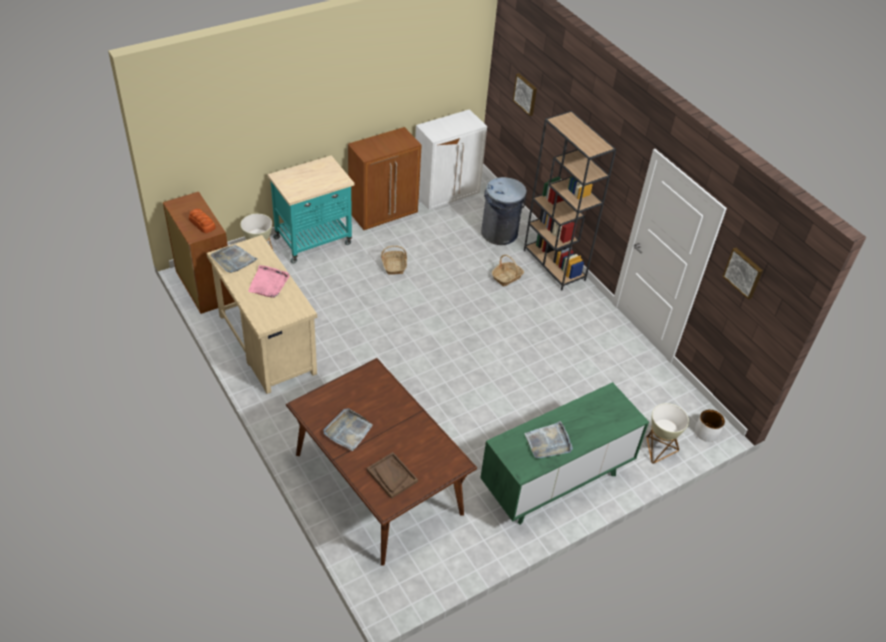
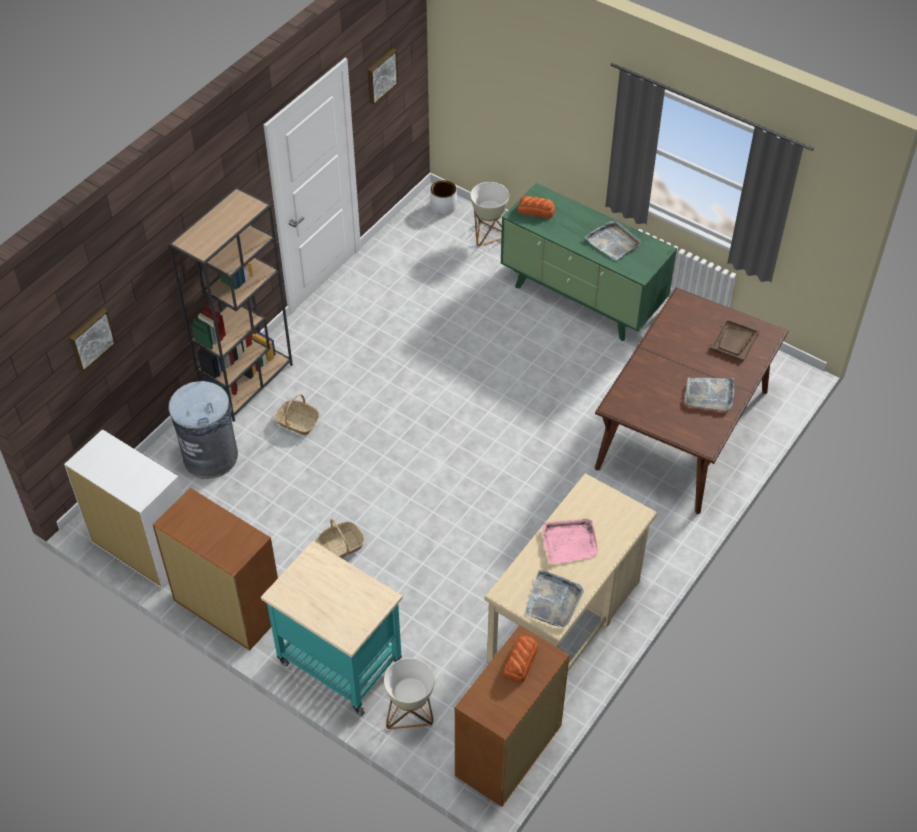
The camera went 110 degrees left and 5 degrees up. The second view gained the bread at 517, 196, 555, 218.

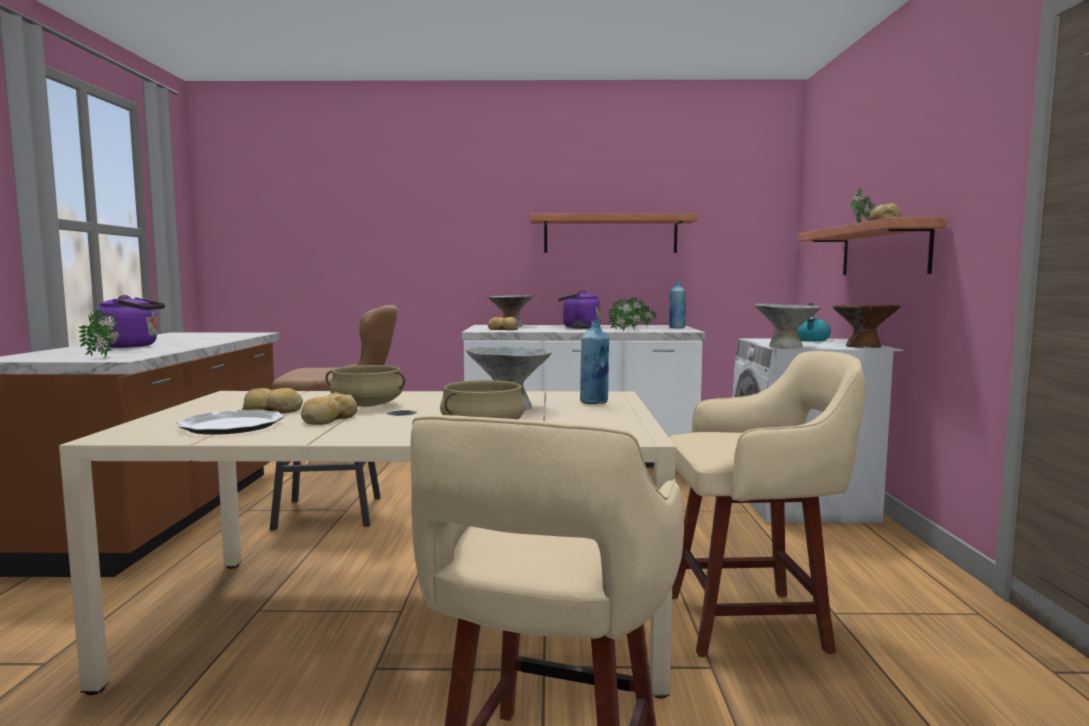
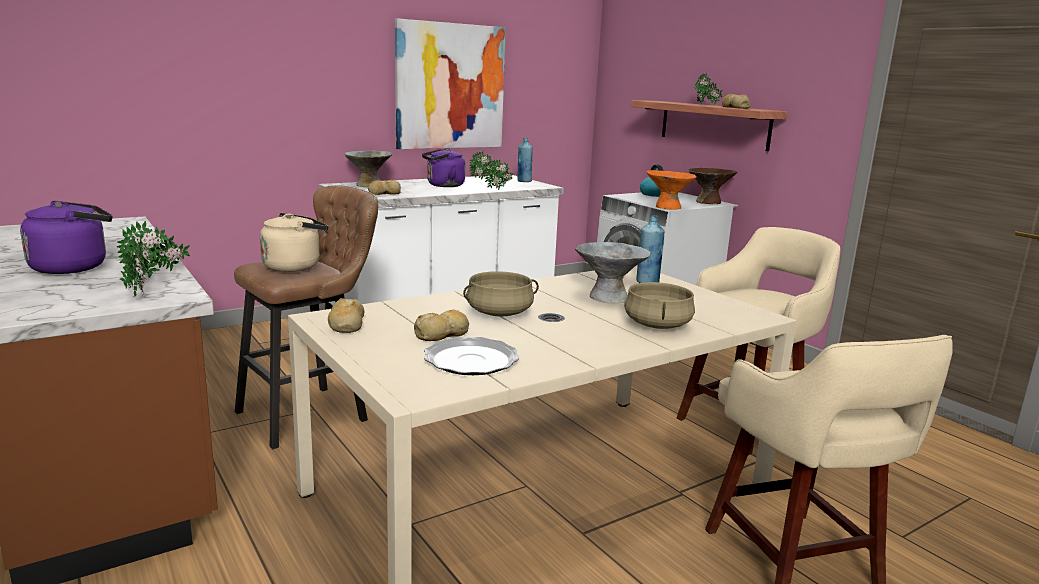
The camera went 35 degrees left and 10 degrees up. Where the shelf hung at 530, 214, 698, 253, the picture came to hang at 395, 18, 506, 149. What was the grey bowl at 755, 303, 821, 349 turned into the orange bowl at 646, 170, 696, 210. The bread ended up elsewhere, having gone from 301, 392, 357, 425 to 328, 298, 364, 333. The second view gained the beige kettle at 260, 213, 328, 272. The second view gained the potted plant at 117, 221, 190, 278.

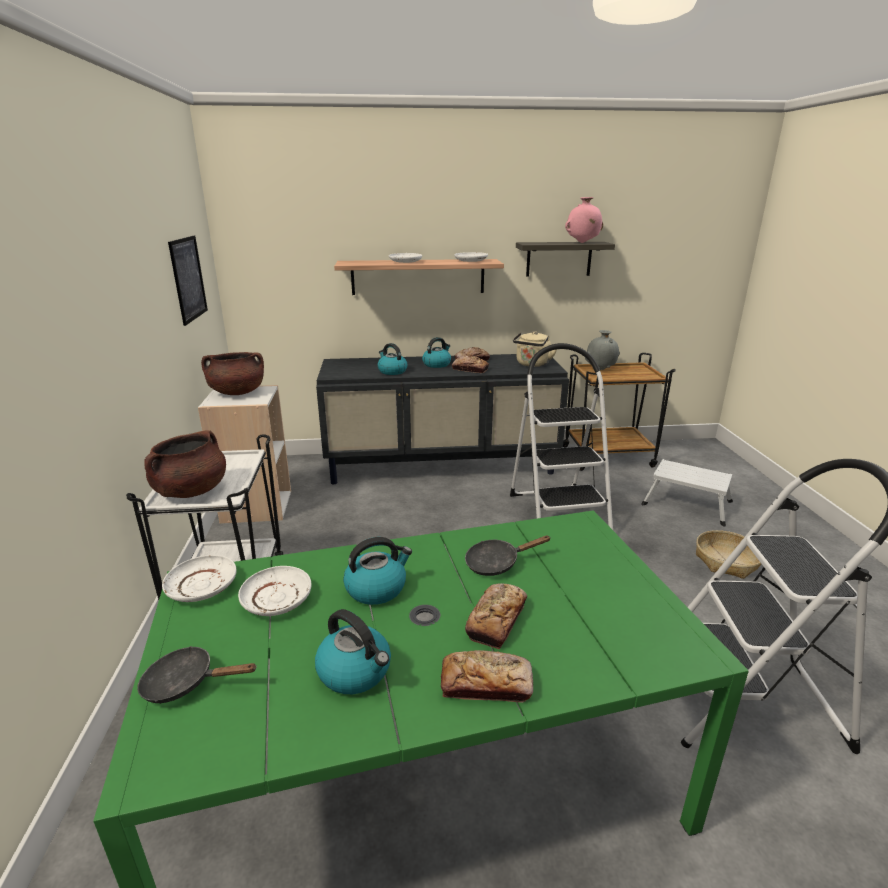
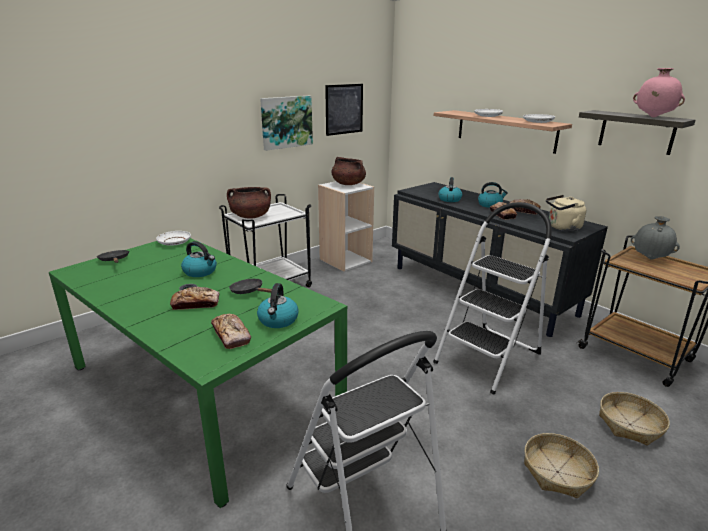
The camera went 55 degrees right and 0 degrees up. Where the white step ladder stood at 641, 459, 733, 527, the basket came to stand at 599, 392, 670, 446. The second view lost the white plate at 238, 566, 312, 616. The kettle ended up elsewhere, having gone from 315, 609, 391, 694 to 257, 283, 299, 328. The bread ended up elsewhere, having gone from 441, 650, 533, 703 to 211, 314, 251, 349. The second view gained the picture at 260, 96, 313, 151.

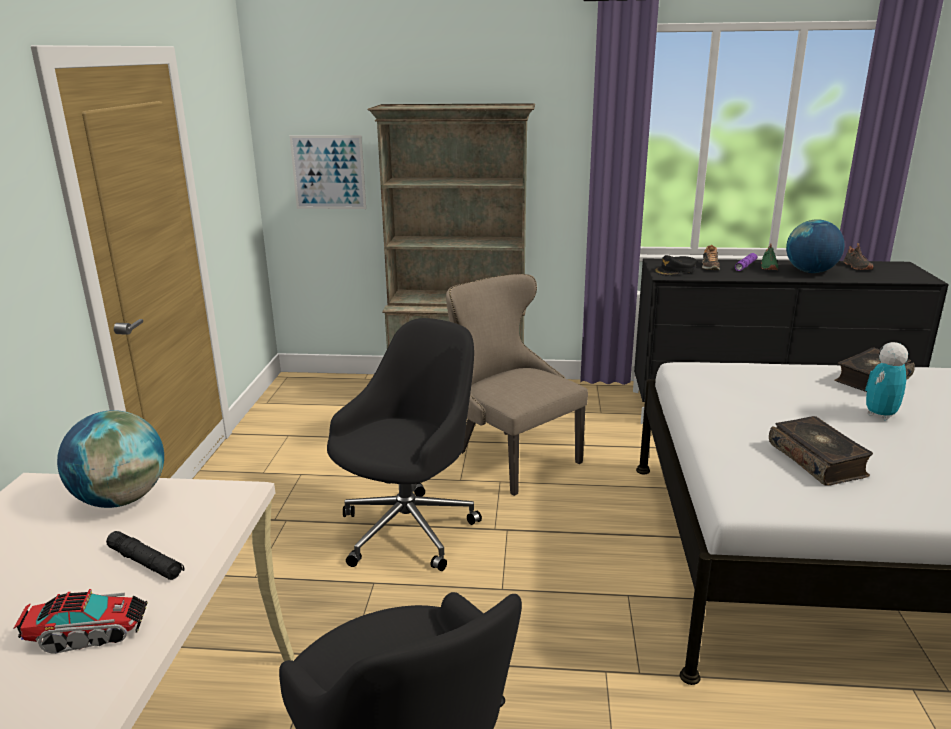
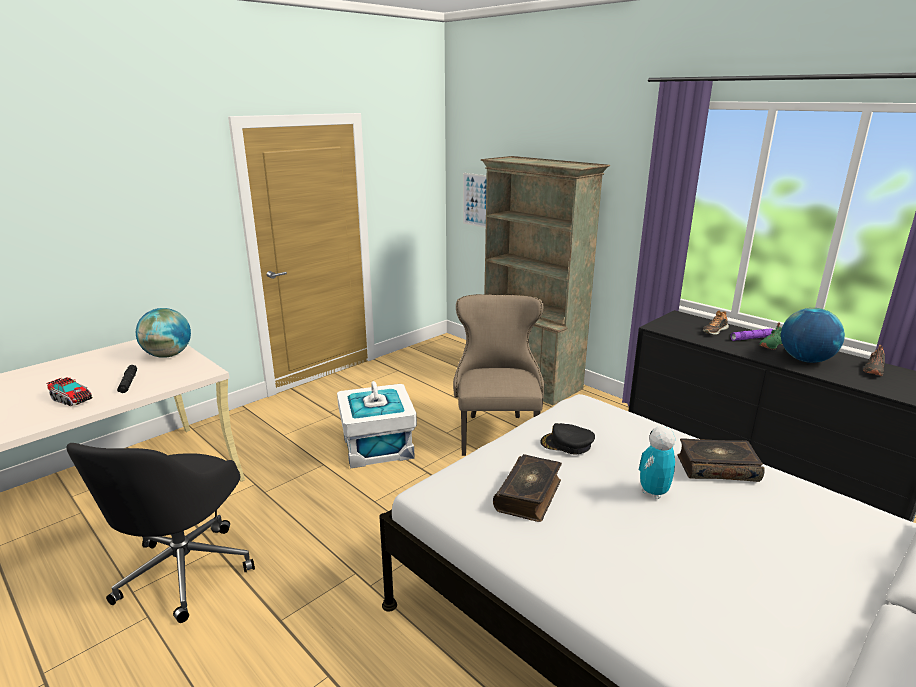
The camera went 40 degrees right and 0 degrees up. The black cap ended up elsewhere, having gone from 654, 255, 697, 275 to 540, 423, 595, 454. Where the black office chair stood at 327, 318, 482, 571, the white storage box came to stand at 337, 381, 417, 469. The toy robot at 865, 342, 908, 420 ended up facing another way, 45 degrees counterclockwise from before.

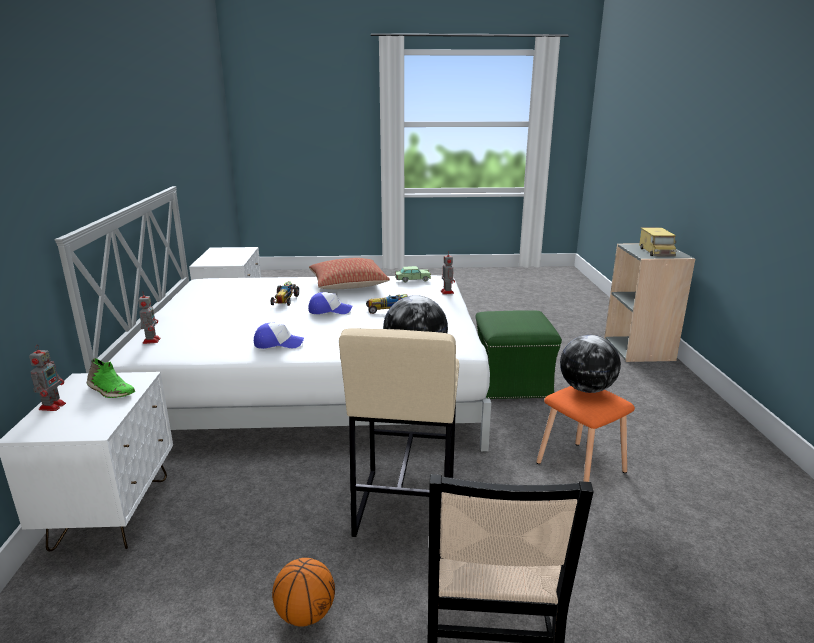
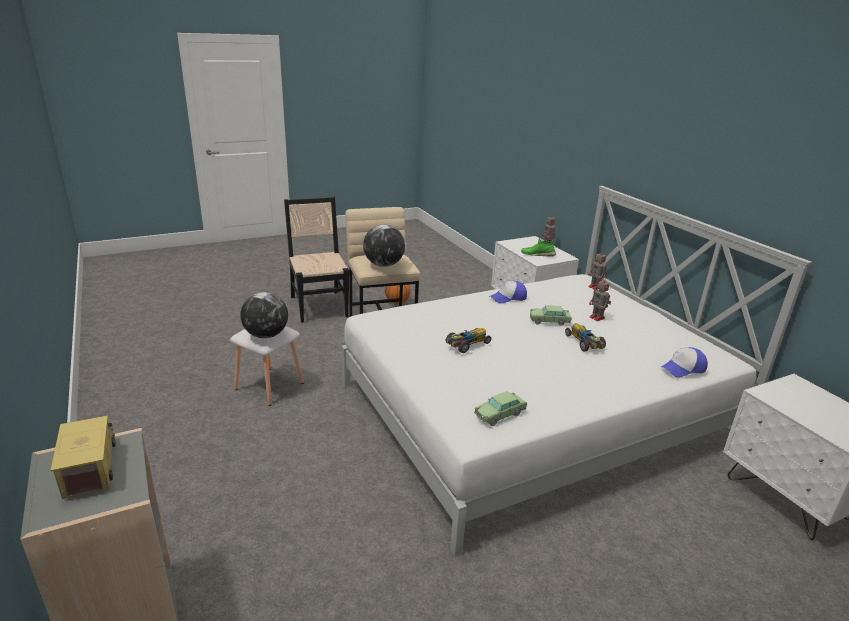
The camera went 155 degrees right and 5 degrees up. The toy robot ended up elsewhere, having gone from 441, 251, 455, 294 to 589, 277, 611, 321. The second view lost the pillow at 309, 258, 390, 289. The cap ended up elsewhere, having gone from 308, 292, 352, 314 to 661, 347, 708, 377. The second view lost the green ottoman at 476, 310, 562, 399. What was the orange stool at 536, 386, 635, 482 turned into the white stool at 230, 326, 304, 406. The second view gained the toy car at 530, 305, 572, 326.

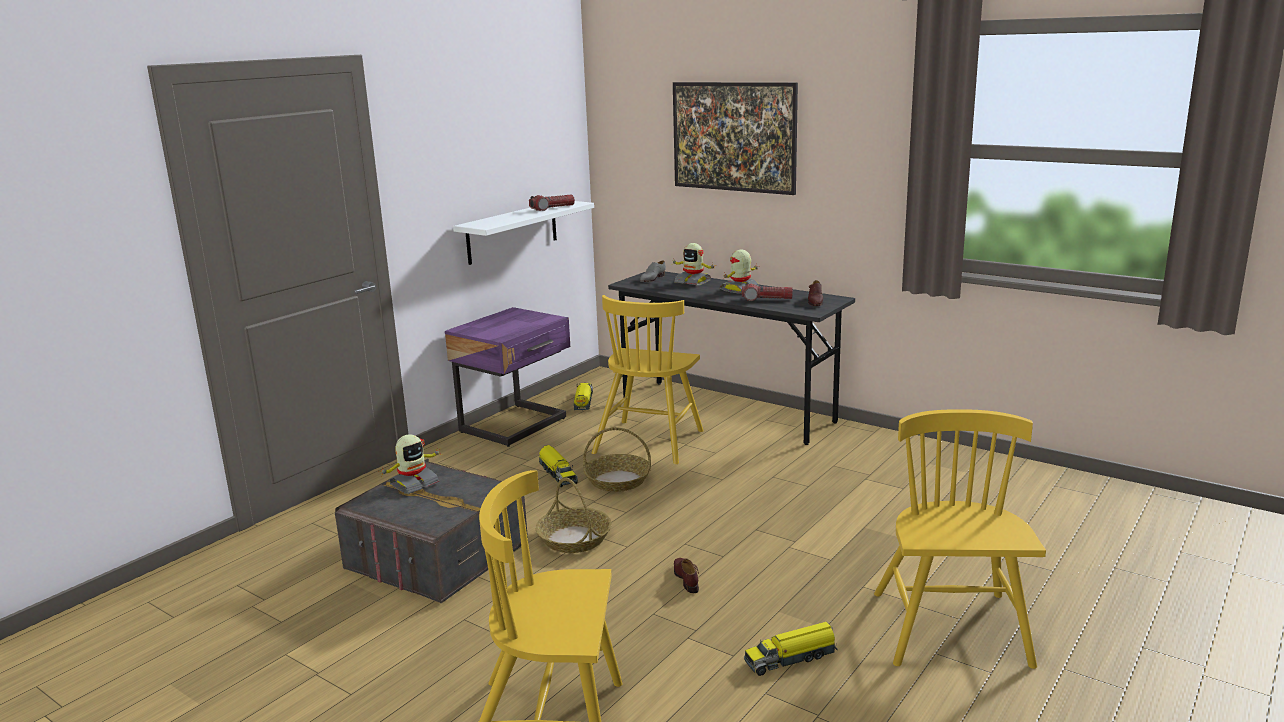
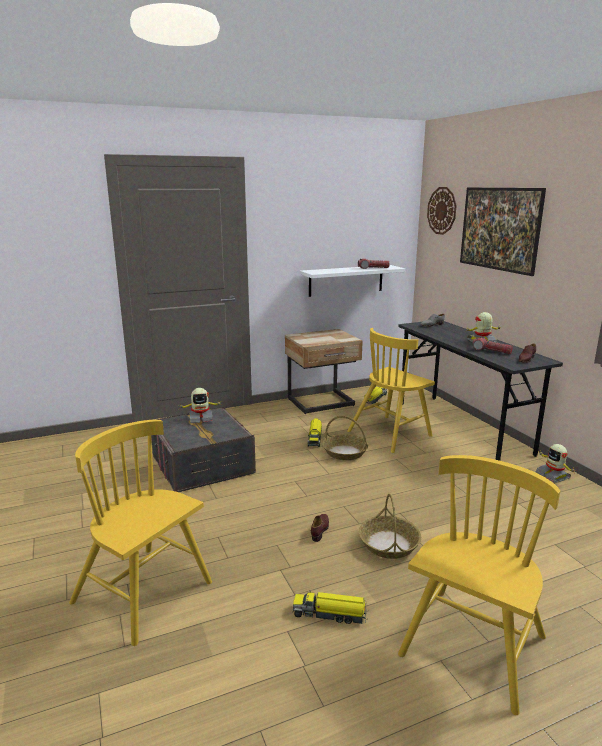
The camera went 30 degrees right and 0 degrees up. The toy robot ended up elsewhere, having gone from 671, 243, 716, 285 to 535, 444, 575, 482. What was the purple nightstand at 445, 307, 570, 447 turned into the beige nightstand at 285, 329, 363, 414. The basket ended up elsewhere, having gone from 536, 477, 612, 553 to 359, 494, 421, 559. The second view gained the wall clock at 427, 187, 457, 235.

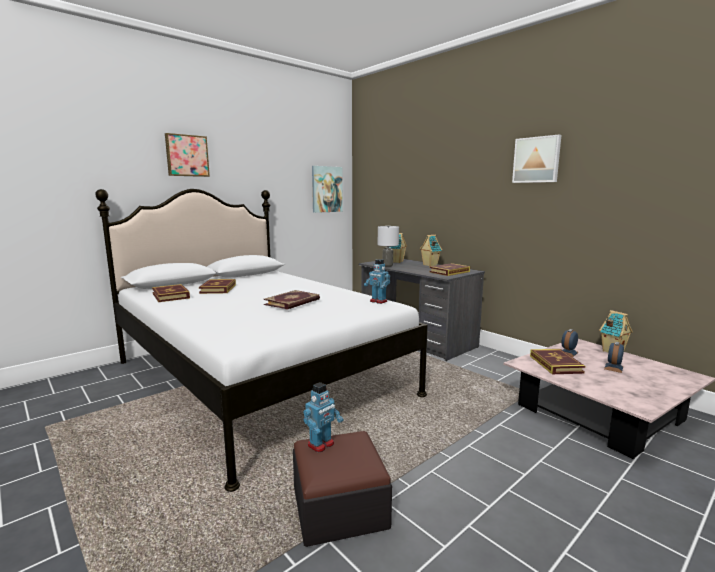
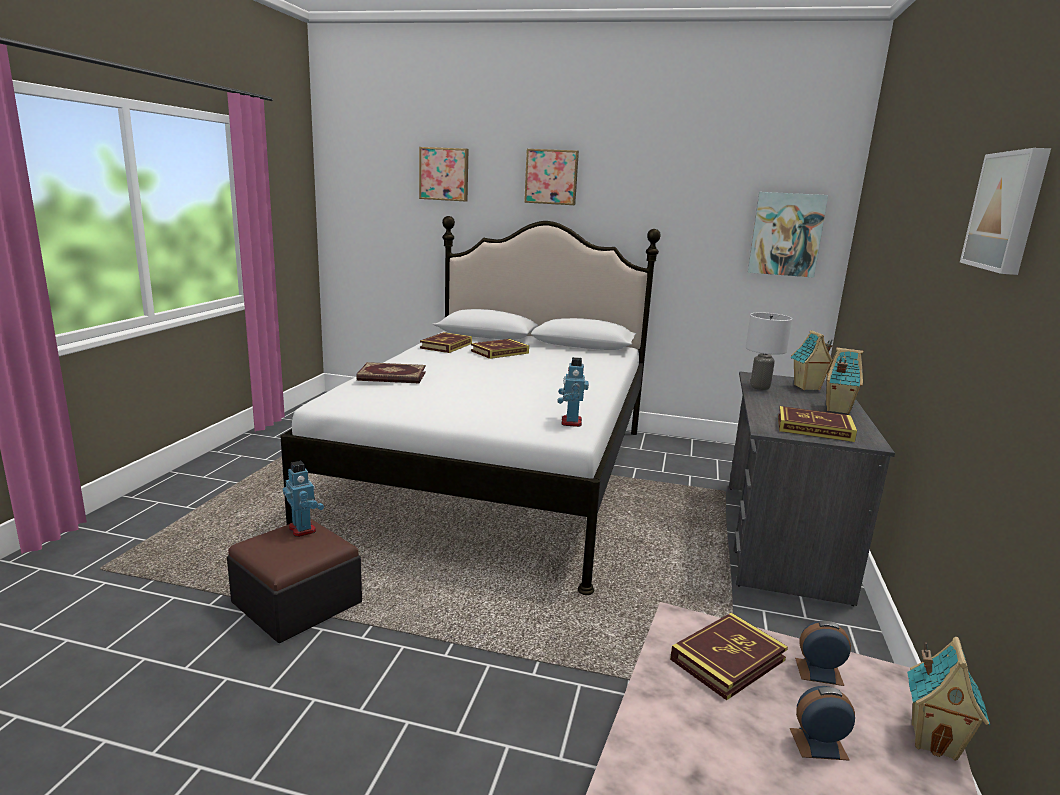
The camera went 55 degrees right and 5 degrees up. The book ended up elsewhere, having gone from 263, 290, 320, 310 to 356, 362, 426, 383. The toy robot at 303, 382, 343, 453 ended up facing another way, 135 degrees counterclockwise from before. The second view gained the picture at 419, 147, 468, 202.

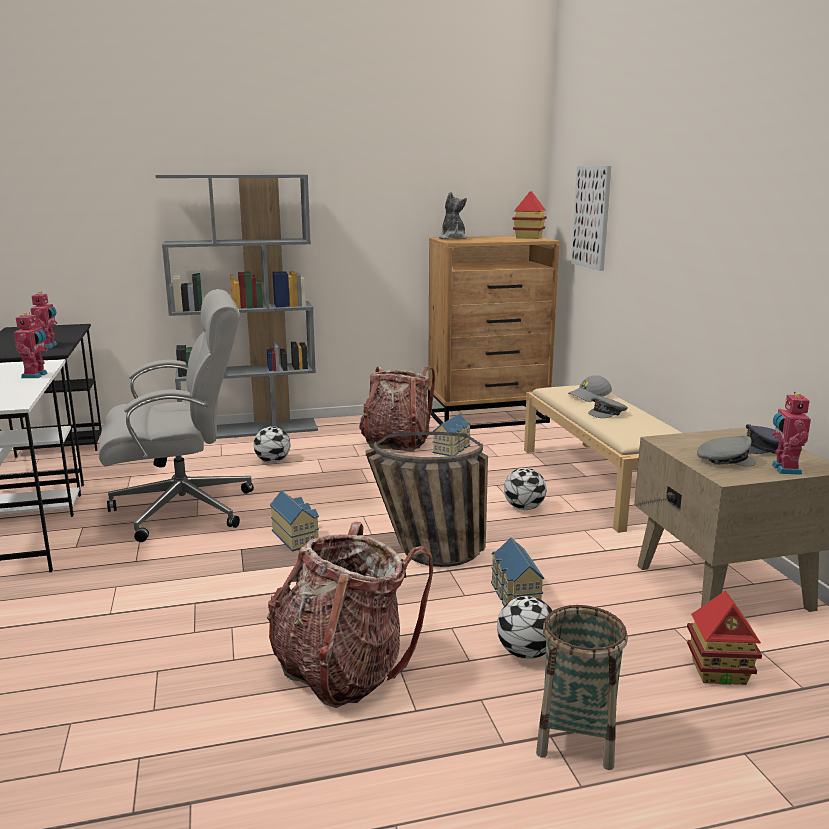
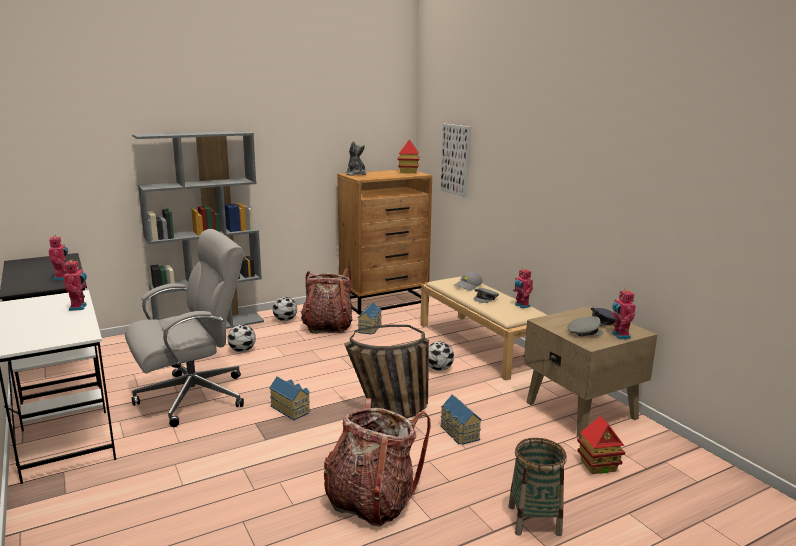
The camera went 15 degrees left and 0 degrees up. The football ended up elsewhere, having gone from 497, 596, 553, 659 to 273, 297, 297, 321. The second view gained the toy robot at 513, 269, 533, 309.

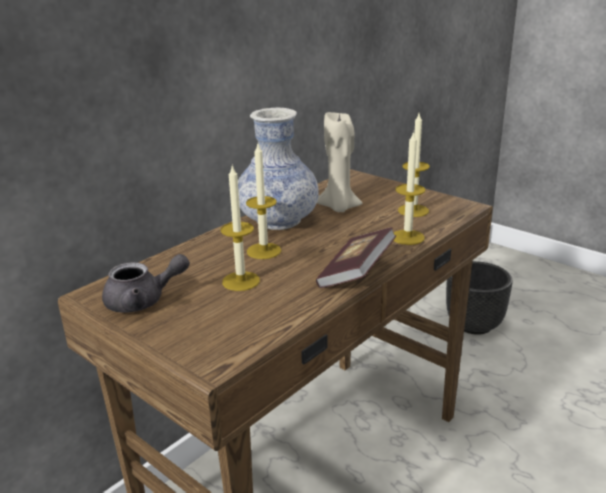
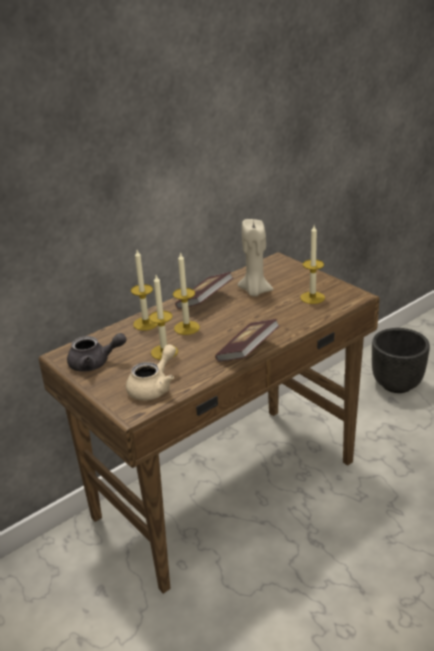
The camera went 10 degrees right and 5 degrees up. Where the vase stood at 238, 108, 319, 230, the book came to stand at 175, 272, 233, 309. The candle ended up elsewhere, having gone from 393, 131, 425, 245 to 131, 250, 158, 331. The second view gained the beige teapot at 126, 344, 176, 401.

